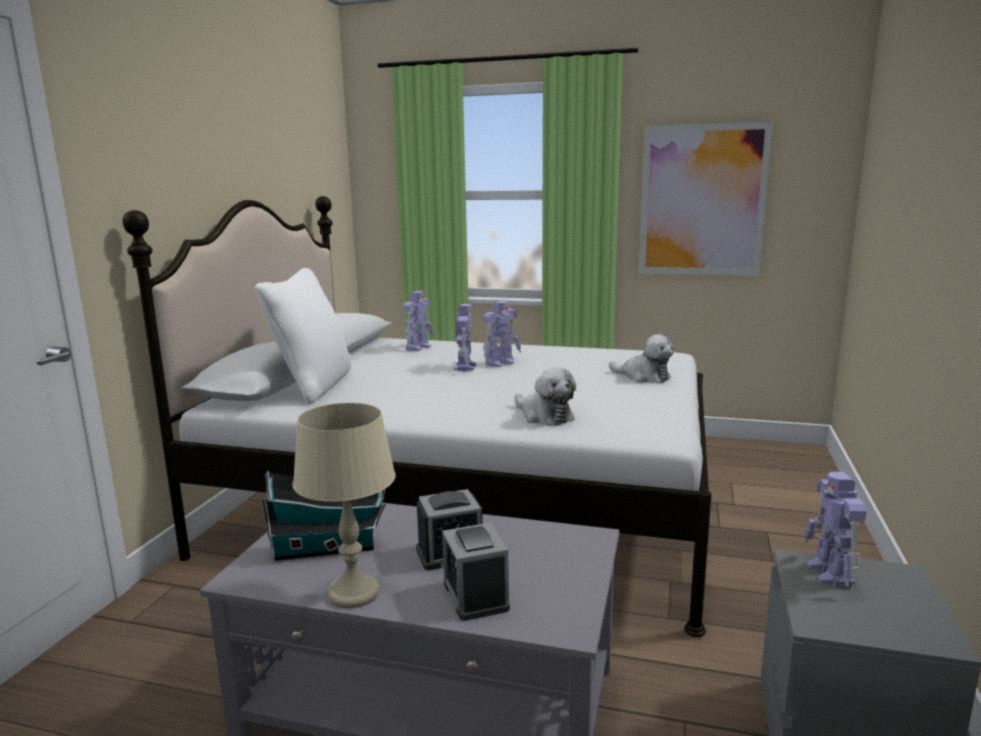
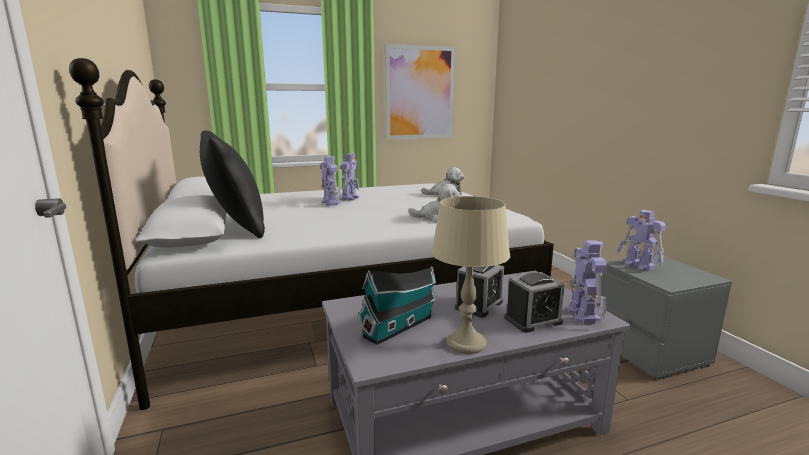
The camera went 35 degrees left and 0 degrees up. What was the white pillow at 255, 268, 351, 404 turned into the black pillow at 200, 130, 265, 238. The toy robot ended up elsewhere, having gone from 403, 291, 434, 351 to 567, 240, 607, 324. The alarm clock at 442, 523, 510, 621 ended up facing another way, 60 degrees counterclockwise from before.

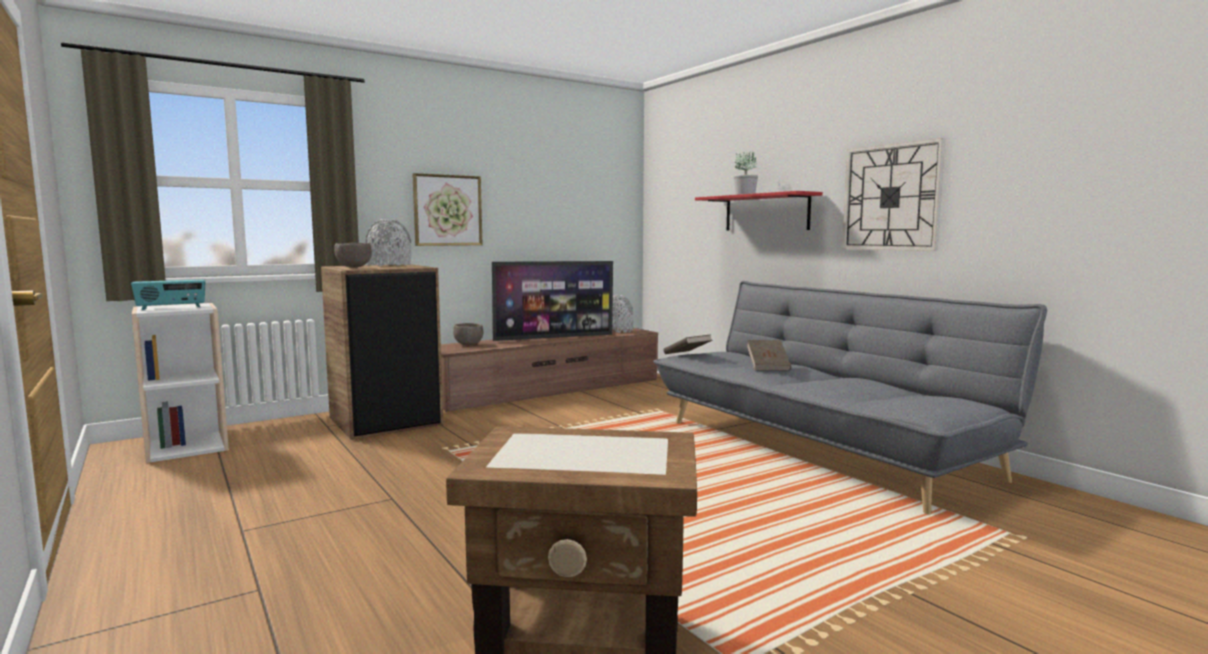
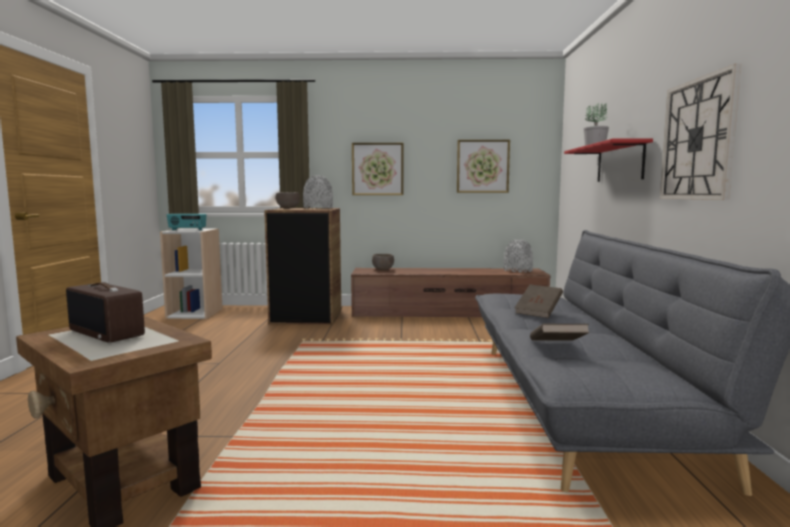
The camera went 35 degrees right and 0 degrees up. The second view lost the television at 492, 261, 613, 341. The brown book ended up elsewhere, having gone from 664, 335, 713, 354 to 530, 324, 590, 341. The second view gained the picture at 457, 140, 510, 193. The second view gained the radio at 66, 282, 145, 343.

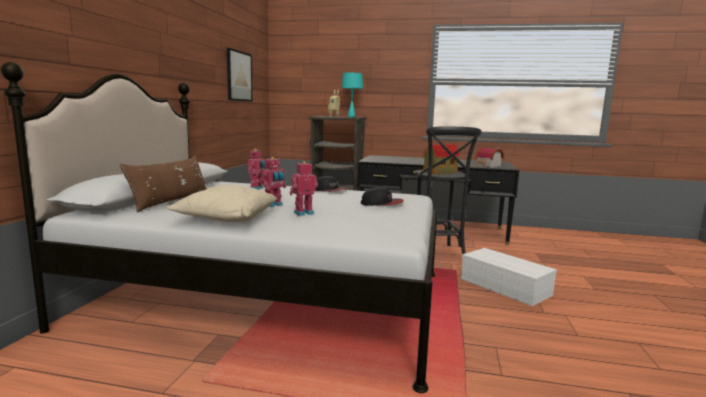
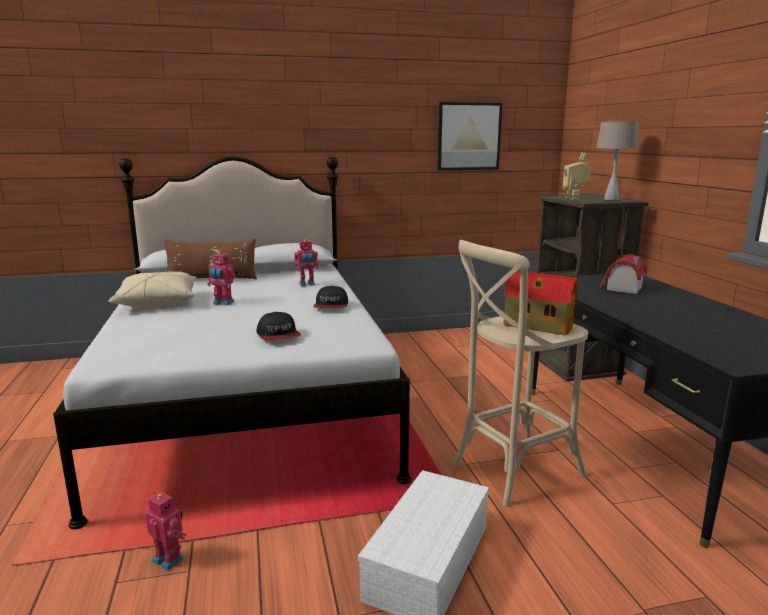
The camera went 65 degrees right and 5 degrees up. What was the turquoise table lamp at 341, 72, 363, 117 turned into the beige table lamp at 597, 120, 639, 200. What was the black stool at 415, 126, 481, 254 turned into the beige stool at 453, 240, 588, 507. The toy house ended up elsewhere, having gone from 475, 147, 504, 168 to 599, 254, 647, 294. The toy robot ended up elsewhere, having gone from 290, 161, 318, 216 to 145, 492, 187, 571.

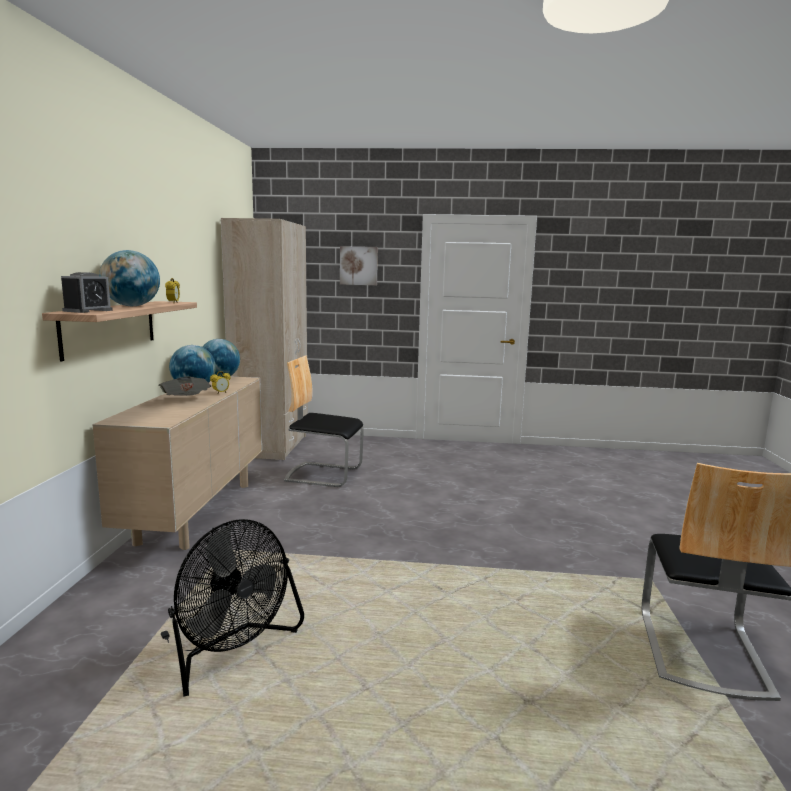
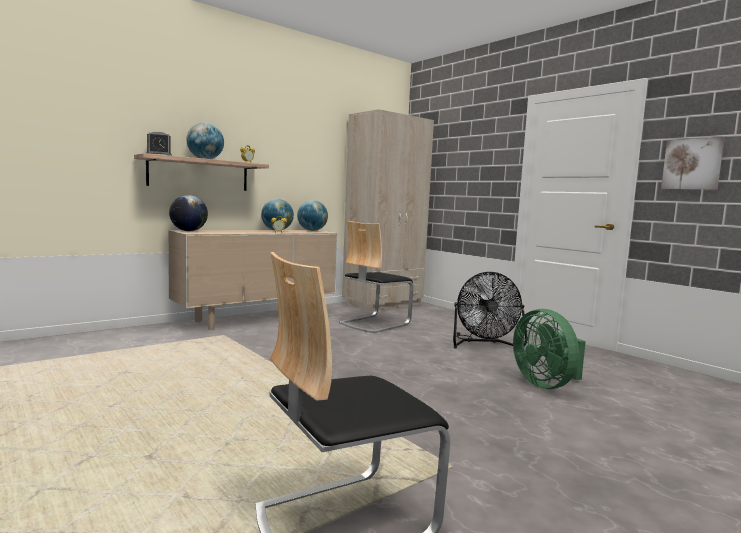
The camera went 45 degrees right and 5 degrees down. The picture ended up elsewhere, having gone from 340, 246, 378, 285 to 661, 137, 724, 190. The chair at 284, 355, 364, 487 ended up facing another way, 105 degrees counterclockwise from before. The second view lost the newspaper at 159, 377, 211, 396. The black fan ended up elsewhere, having gone from 161, 519, 304, 697 to 453, 272, 528, 348. The second view gained the globe at 169, 195, 208, 231. The second view gained the green fan at 513, 309, 586, 389.

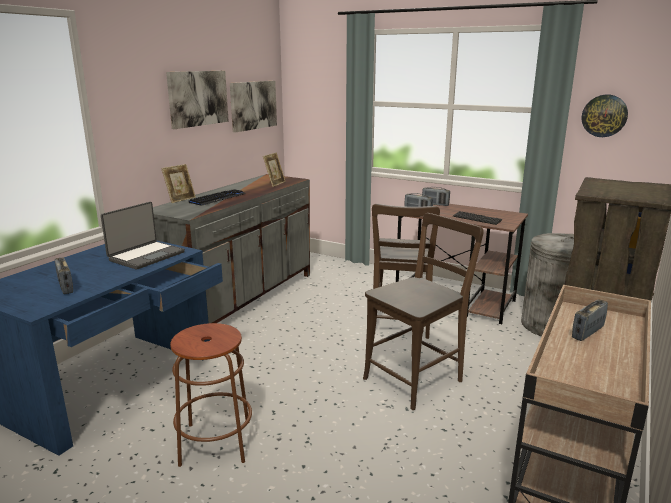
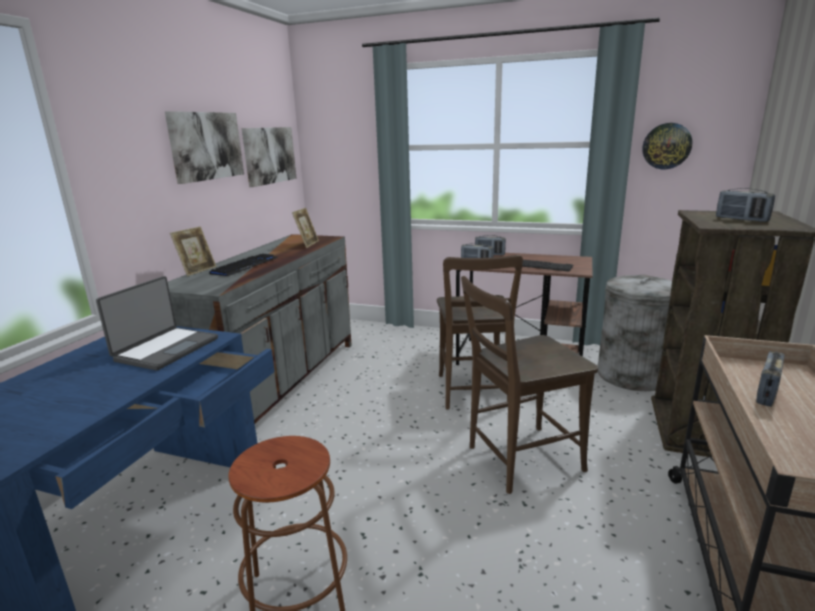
The camera went 10 degrees left and 0 degrees up. The brown chair at 363, 213, 484, 410 ended up facing another way, 150 degrees counterclockwise from before. The radio ended up elsewhere, having gone from 55, 258, 73, 294 to 716, 188, 775, 222.

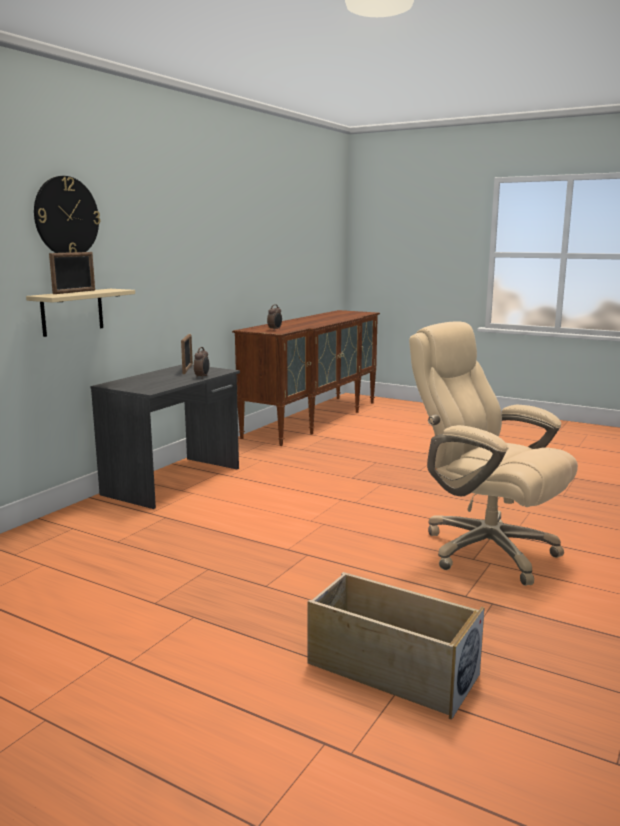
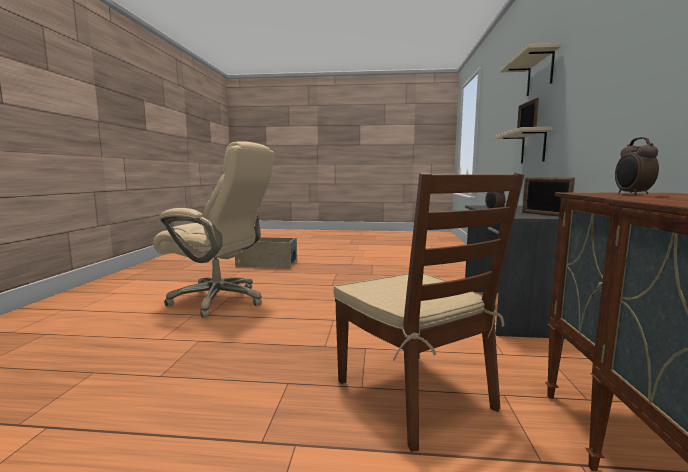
The camera went 155 degrees right and 5 degrees down. Where the wall clock hung at 34, 176, 100, 253, the beige shelf came to hang at 500, 43, 561, 96. The second view gained the brown chair at 333, 173, 524, 452.

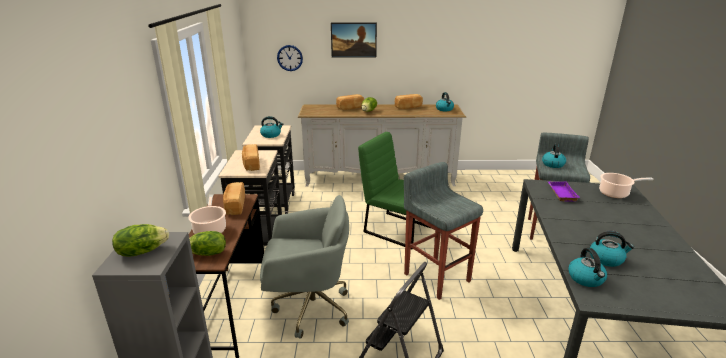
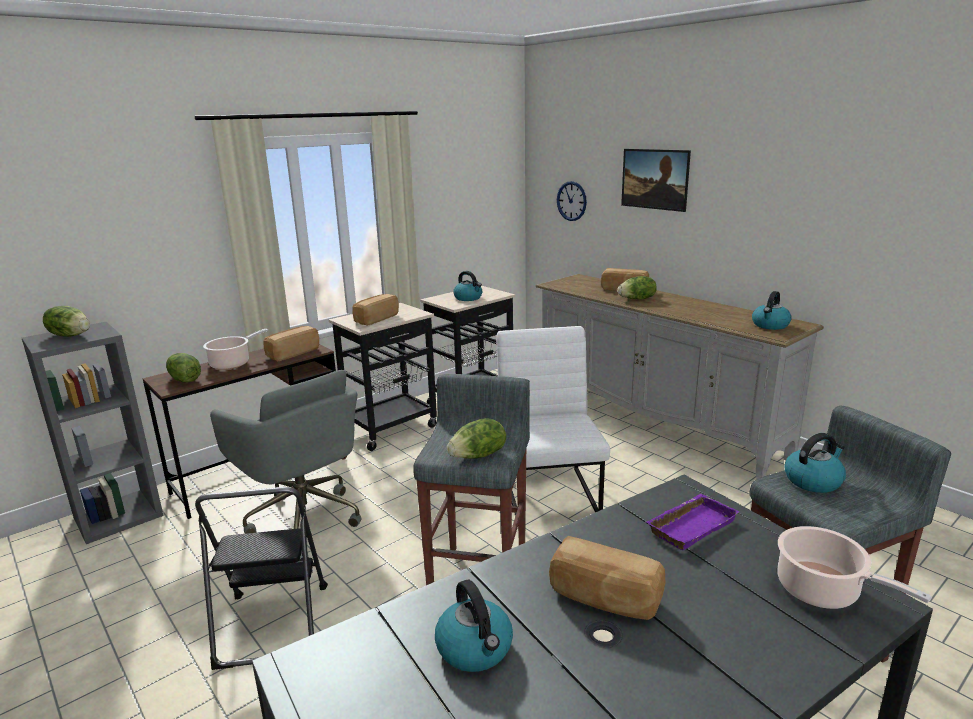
The camera went 50 degrees right and 5 degrees down. The bread ended up elsewhere, having gone from 395, 94, 423, 109 to 549, 536, 665, 620. What was the green chair at 358, 132, 432, 249 turned into the white chair at 496, 326, 610, 516. The second view lost the kettle at 568, 248, 607, 287. The second view gained the lettuce at 447, 418, 506, 459.

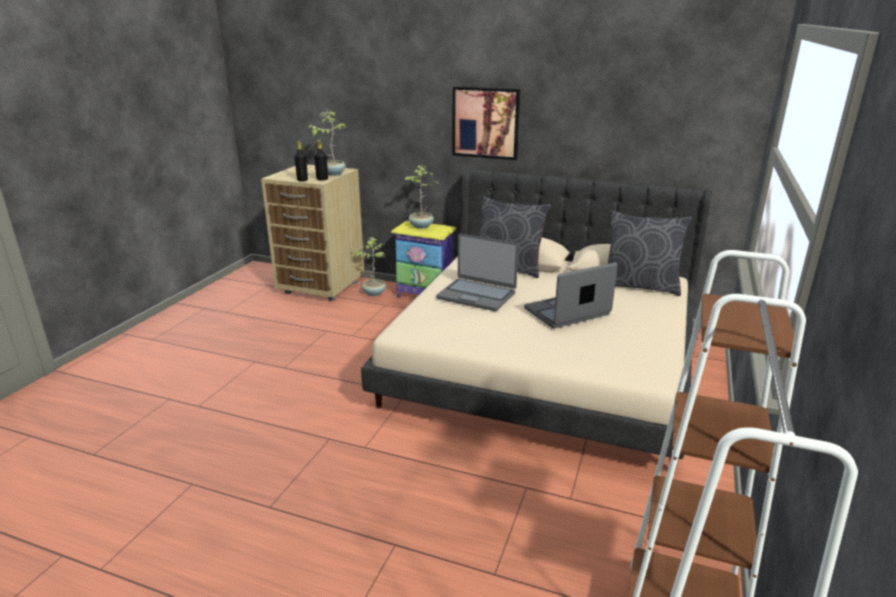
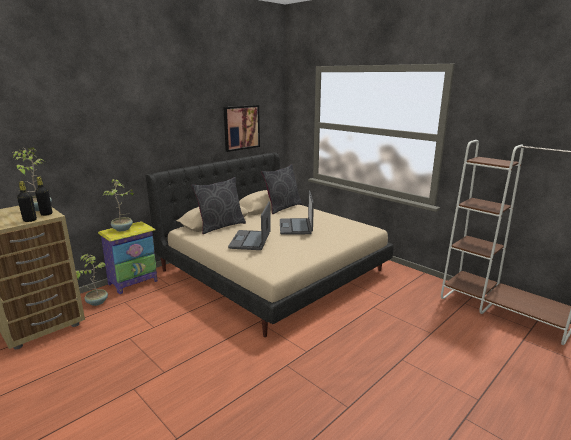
The camera went 65 degrees left and 5 degrees down. The picture ended up elsewhere, having gone from 452, 86, 520, 160 to 223, 105, 260, 152. The laptop at 436, 233, 519, 311 ended up facing another way, 135 degrees clockwise from before.

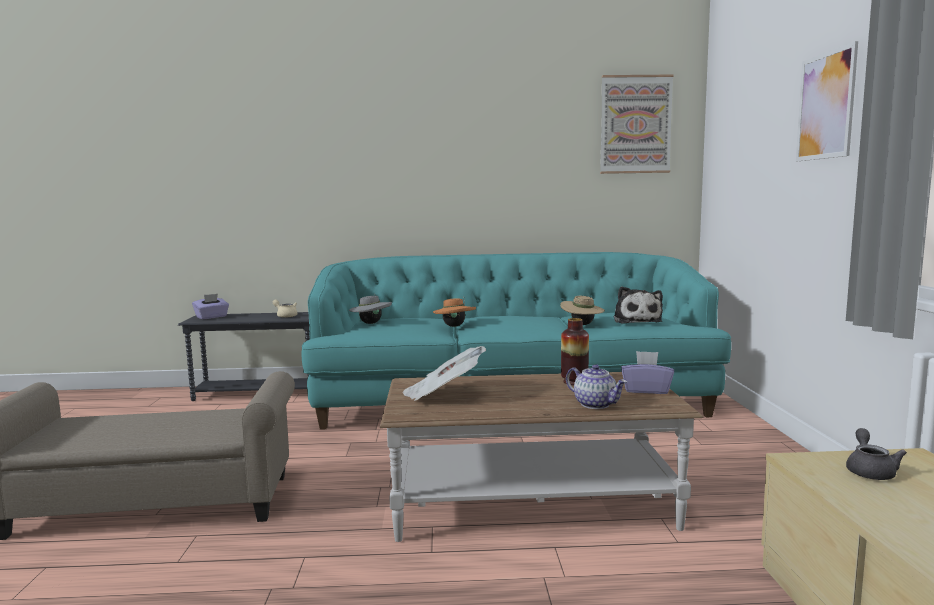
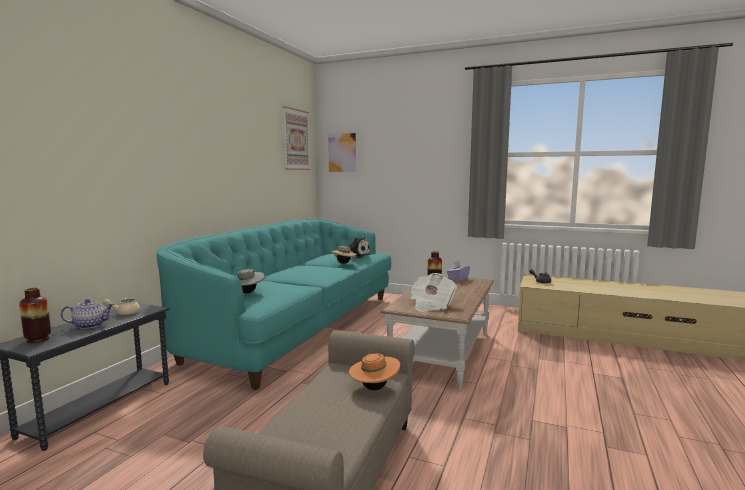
The camera went 65 degrees left and 0 degrees up. The picture ended up elsewhere, having gone from 796, 41, 858, 161 to 326, 131, 358, 174. Where the purple tissue box stood at 192, 294, 229, 319, the vase came to stand at 19, 288, 51, 343. The orange hat ended up elsewhere, having gone from 433, 298, 476, 327 to 349, 350, 400, 390. The teapot ended up elsewhere, having gone from 566, 364, 627, 409 to 61, 299, 114, 329.

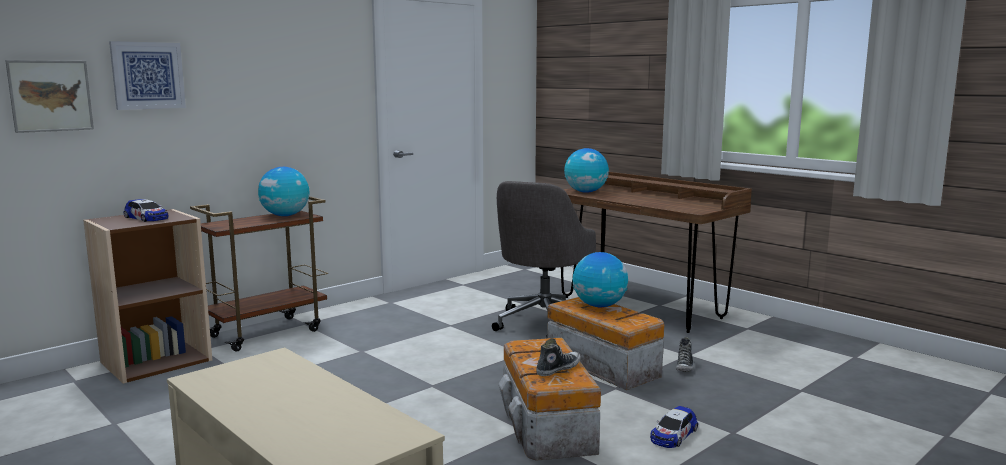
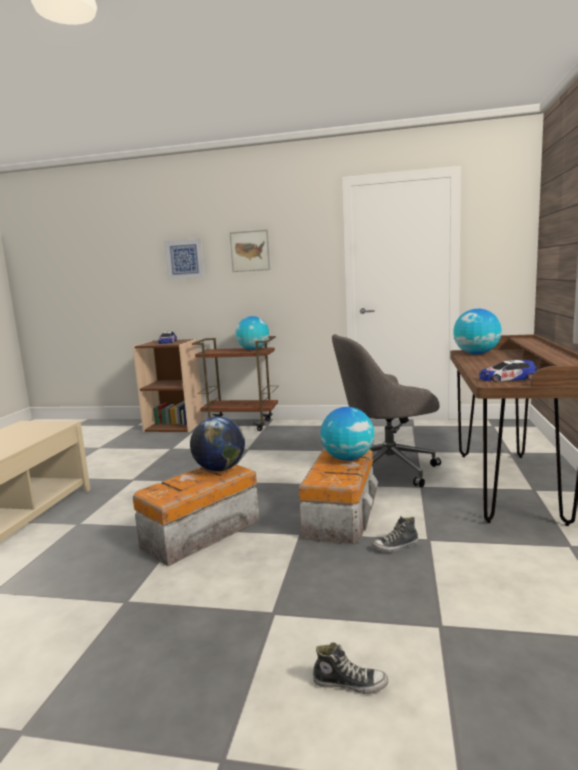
The camera went 55 degrees right and 0 degrees up. The picture ended up elsewhere, having gone from 5, 60, 94, 133 to 230, 230, 270, 272. The shoe ended up elsewhere, having gone from 536, 339, 581, 376 to 313, 643, 388, 694. The toy car ended up elsewhere, having gone from 650, 406, 698, 448 to 479, 360, 537, 382. The second view gained the globe at 190, 416, 245, 471.

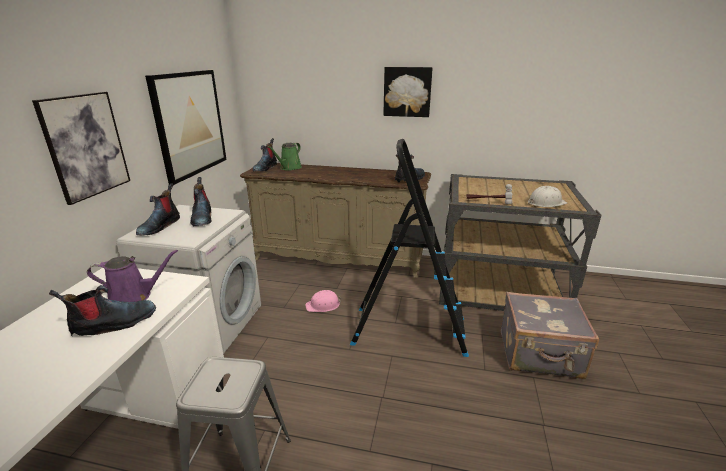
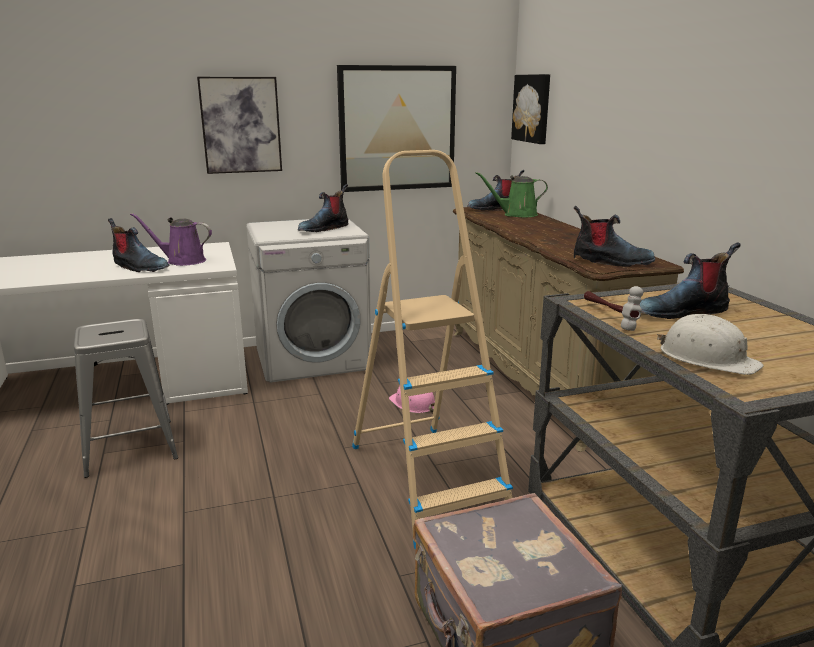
The camera went 60 degrees right and 5 degrees down. The picture ended up elsewhere, having gone from 383, 67, 432, 117 to 511, 74, 550, 144. What was the black step ladder at 350, 139, 469, 357 turned into the beige step ladder at 352, 150, 513, 550. The boot ended up elsewhere, having gone from 136, 183, 180, 236 to 640, 242, 741, 319. The purple watering can at 87, 250, 178, 302 ended up facing another way, 135 degrees clockwise from before.

